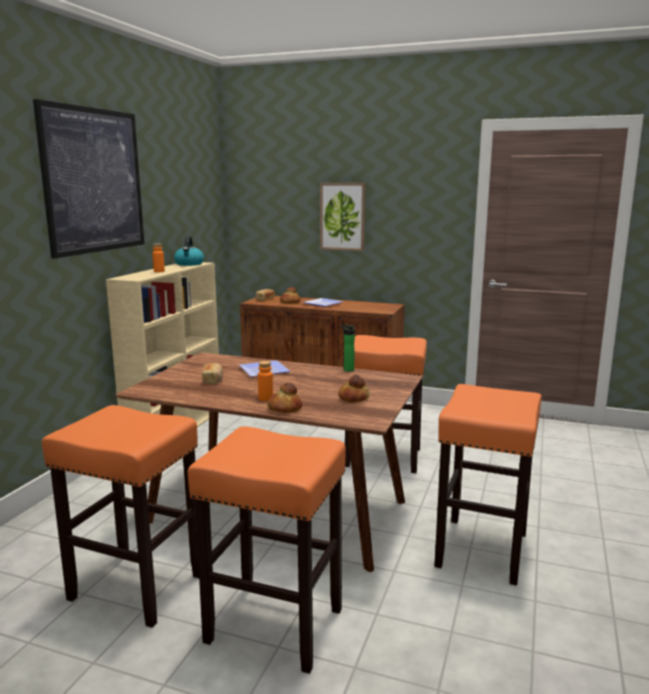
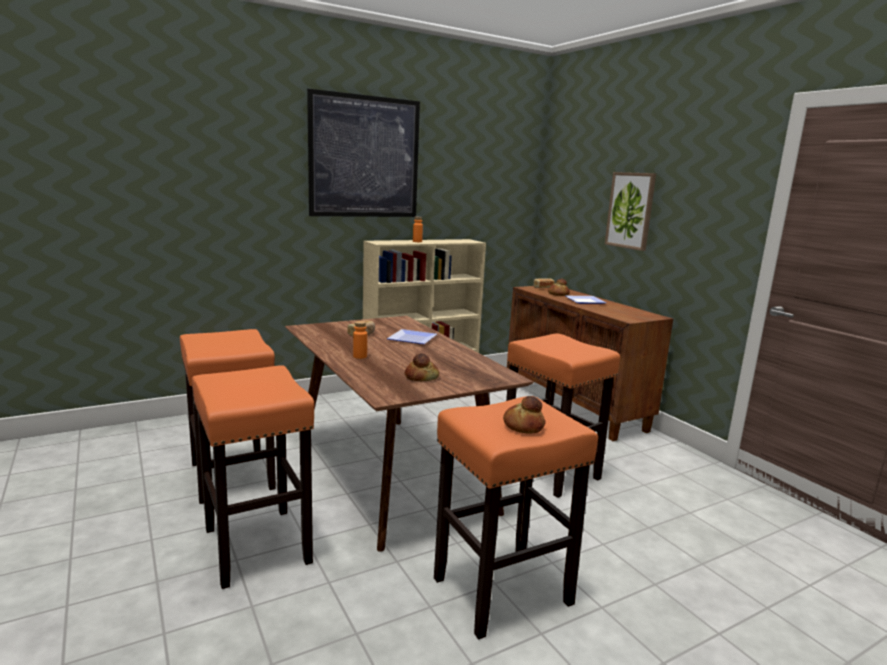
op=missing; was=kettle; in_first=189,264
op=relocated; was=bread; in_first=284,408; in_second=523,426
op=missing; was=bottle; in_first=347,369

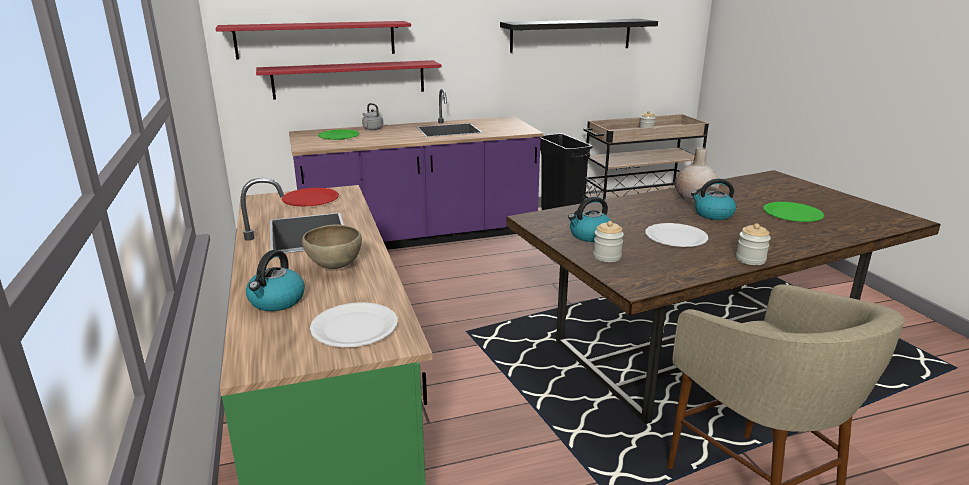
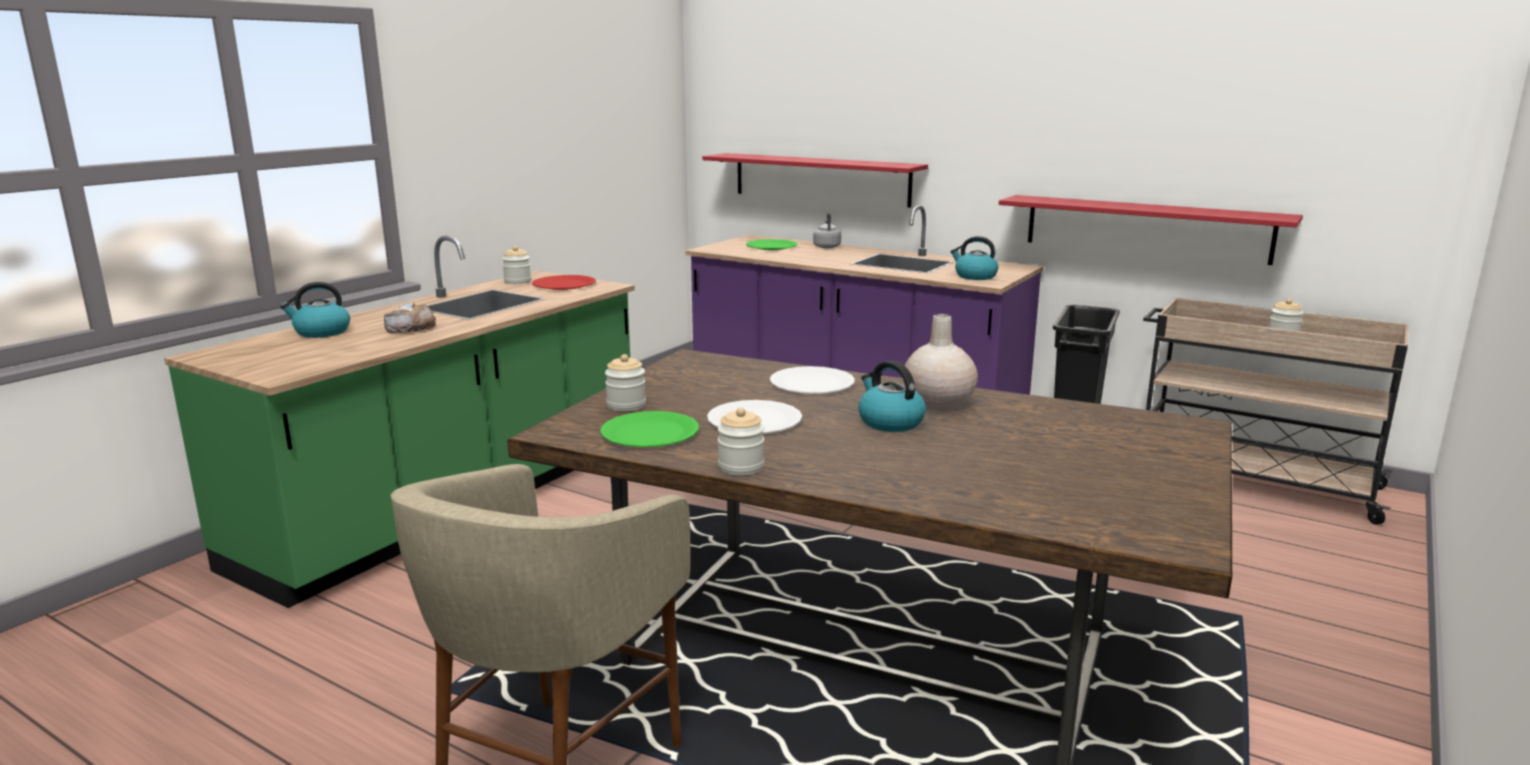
op=relocated; was=red shelf; in_first=316,39; in_second=1145,228
op=exchanged; was=brown bowl; now=bread; in_first=334,267; in_second=411,327
op=relocated; was=white plate; in_first=354,327; in_second=811,383
op=missing; was=black shelf; in_first=571,35
op=relocated; was=kettle; in_first=589,235; in_second=975,276
op=relocated; was=green plate; in_first=792,214; in_second=649,433
op=appeared; now=jar; in_second=517,282

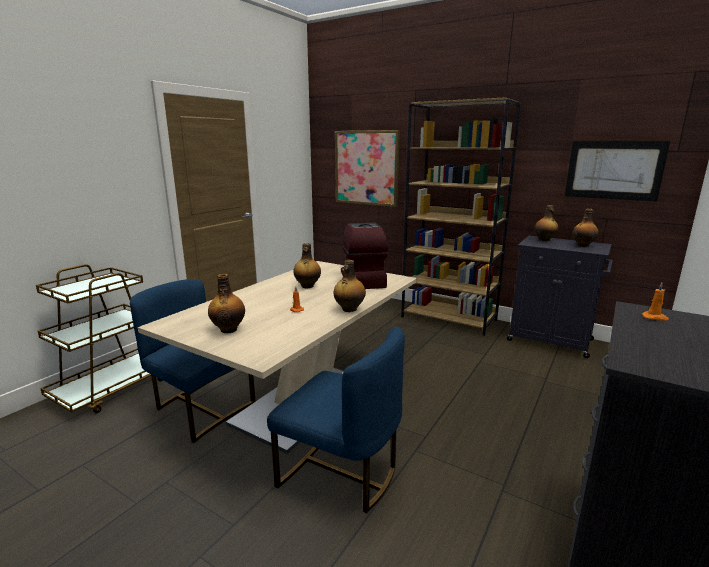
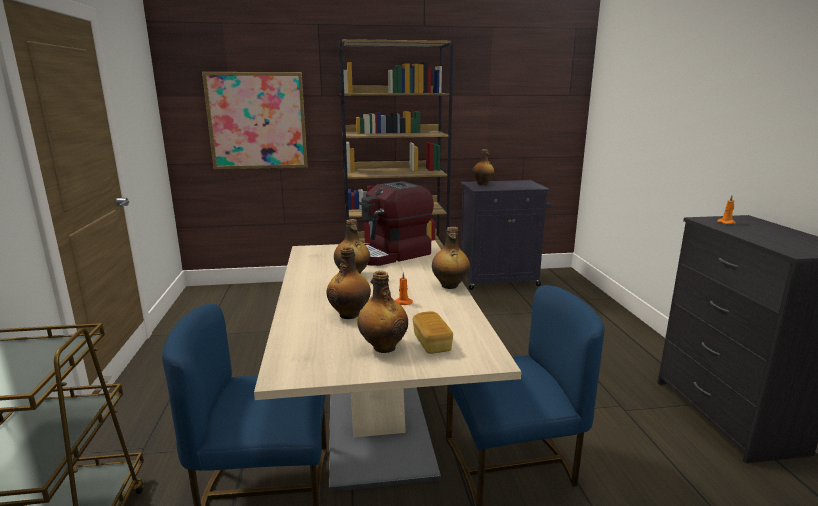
op=spun; was=coffee machine; in_first=361,280; in_second=391,255; clockwise=-75
op=missing; was=picture; in_first=613,170
op=relocated; was=bottle; in_first=583,245; in_second=350,314
op=appeared; now=bread; in_second=432,343

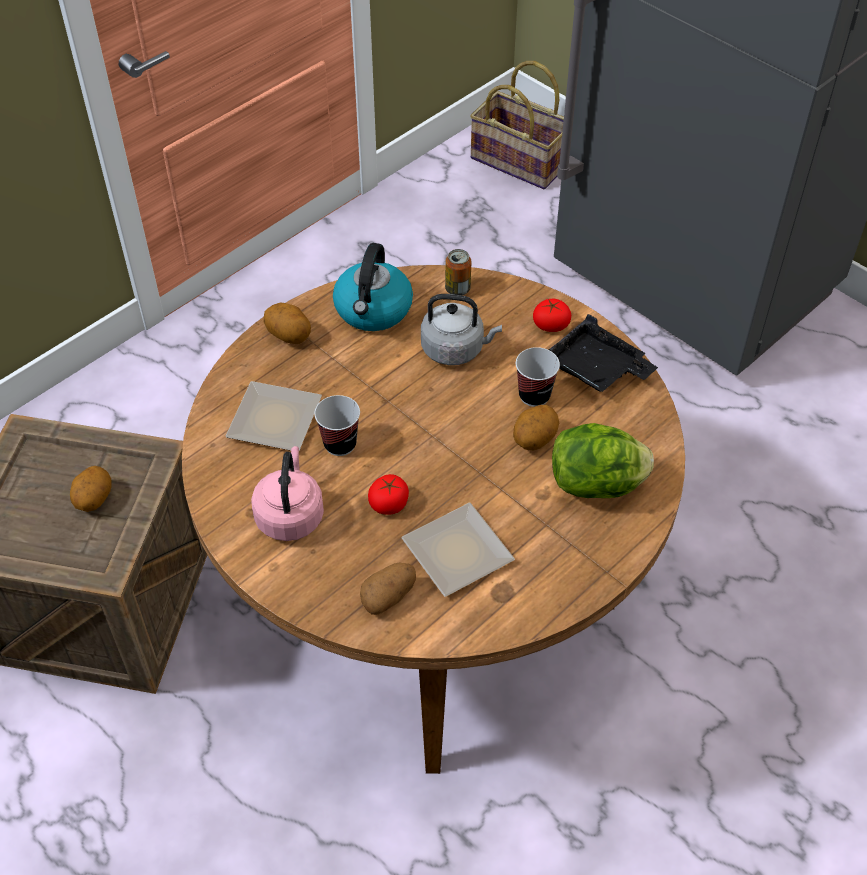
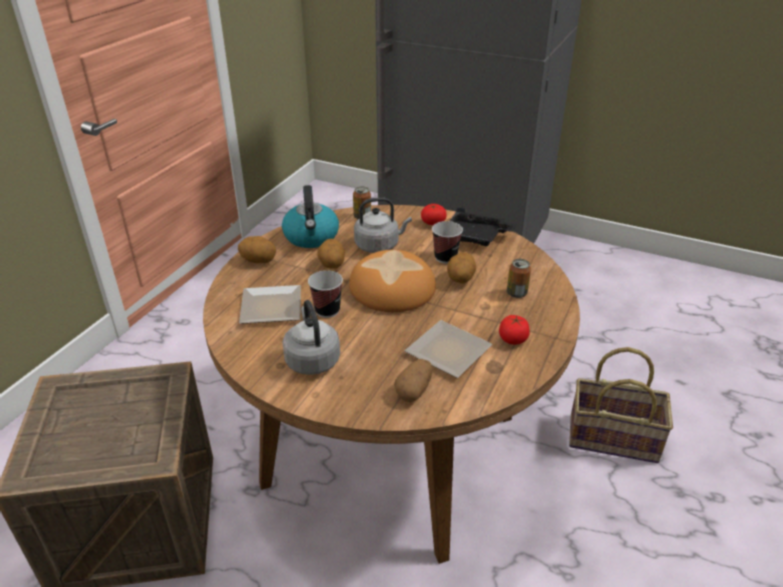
op=relocated; was=potato; in_first=94,499; in_second=331,265
op=colour; was=pink kettle; now=grey kettle; in_first=290,515; in_second=312,359
op=relocated; was=tomato; in_first=389,503; in_second=513,338
op=relocated; was=basket; in_first=520,161; in_second=613,437
op=exchanged; was=lettuce; now=can; in_first=597,484; in_second=516,293
op=appeared; now=bread; in_second=393,288

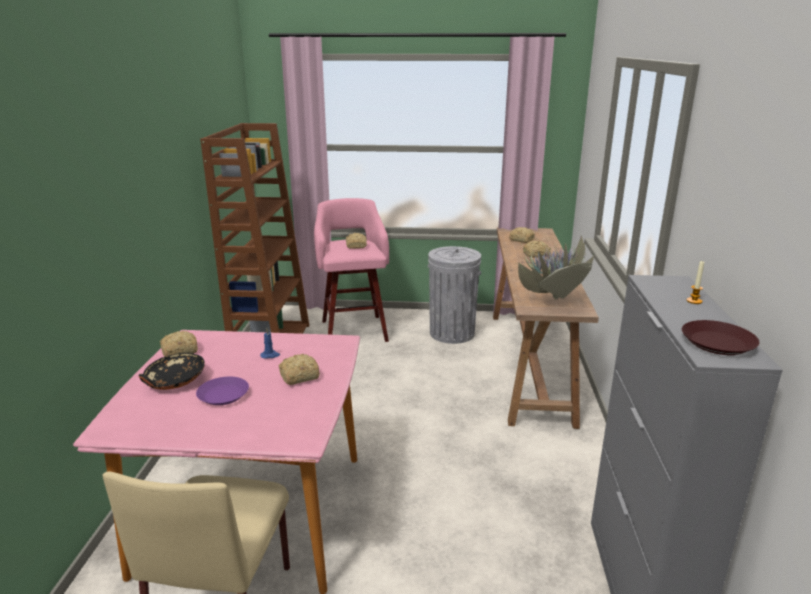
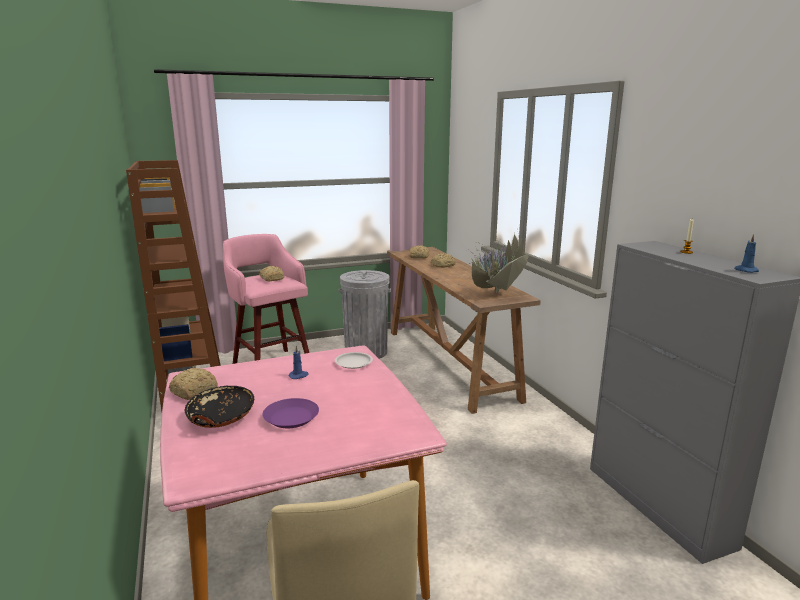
op=missing; was=bread; in_first=298,377
op=exchanged; was=brown plate; now=blue candle; in_first=717,343; in_second=745,270
op=appeared; now=white plate; in_second=353,363

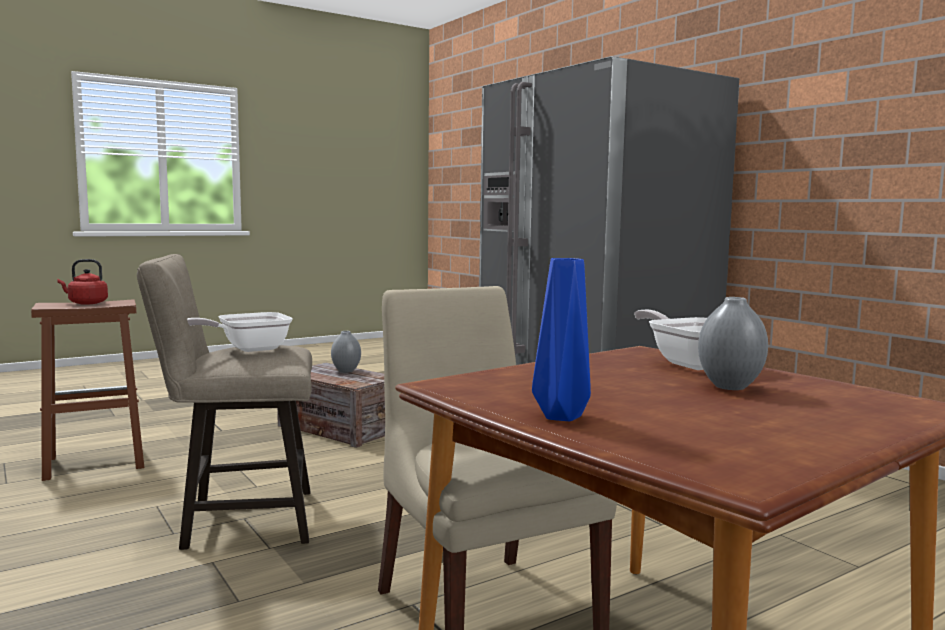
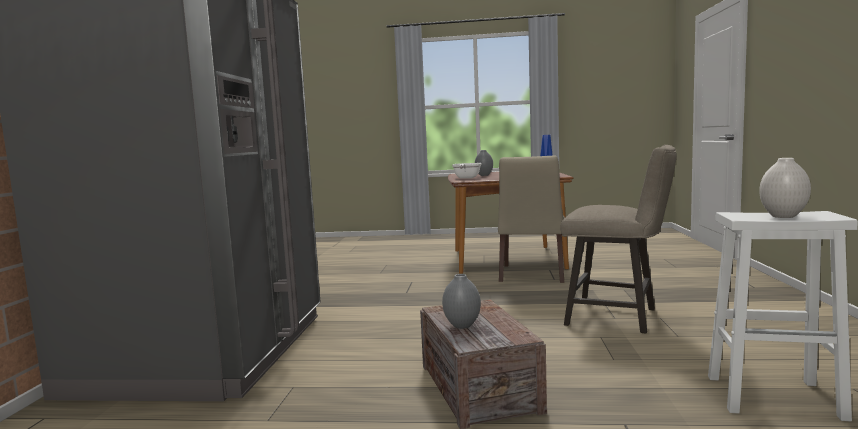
op=colour; was=brown stool; now=white stool; in_first=93,463; in_second=775,397
op=exchanged; was=red kettle; now=white vase; in_first=86,303; in_second=783,216
op=missing; was=frying pan; in_first=247,349

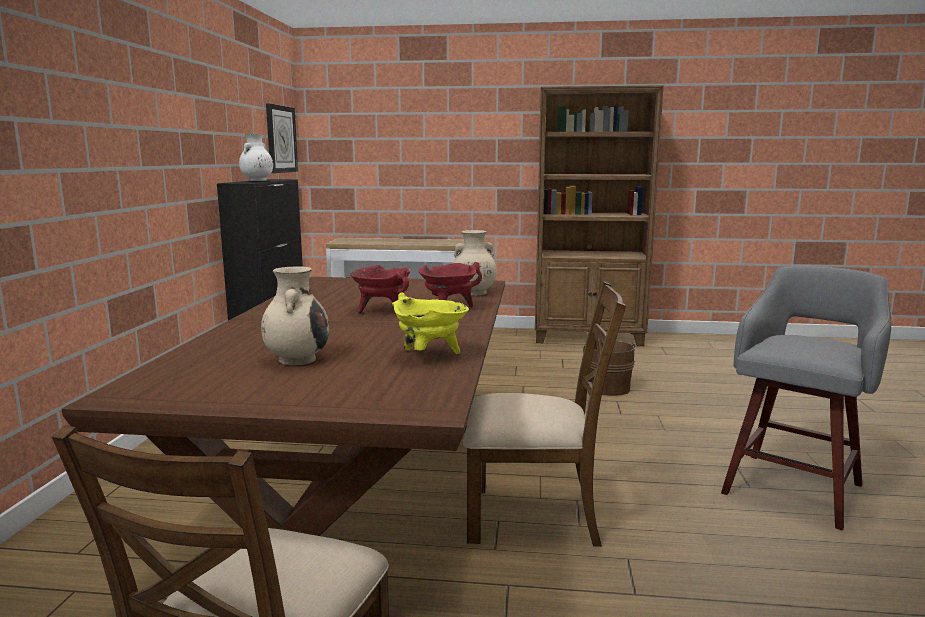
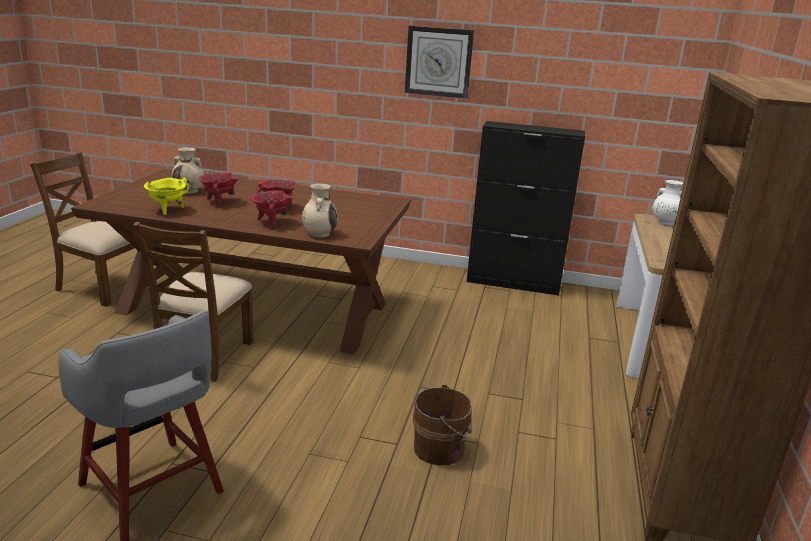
op=relocated; was=white vase; in_first=257,180; in_second=665,222
op=relocated; was=wall clock; in_first=281,139; in_second=438,62
op=appeared; now=red cooking pot; in_second=219,202

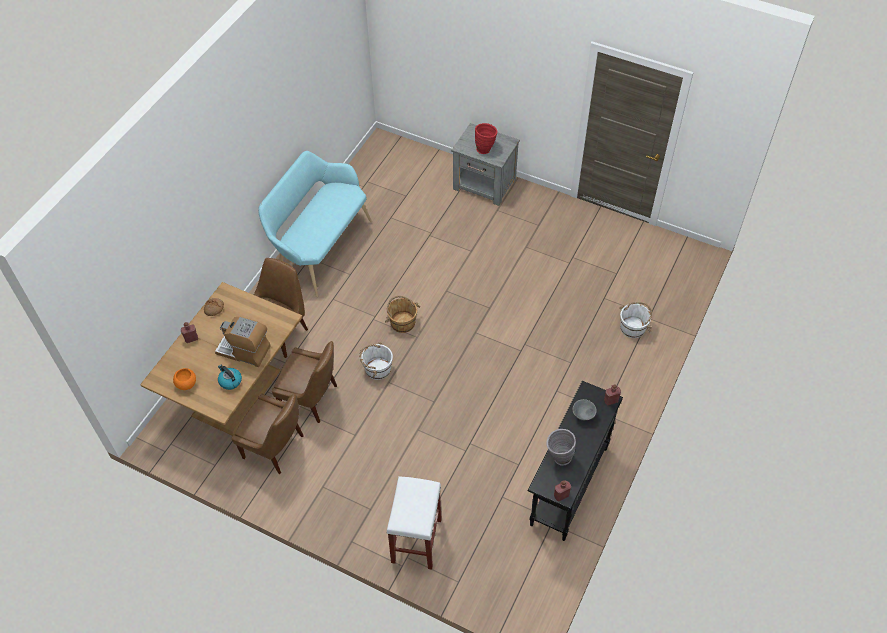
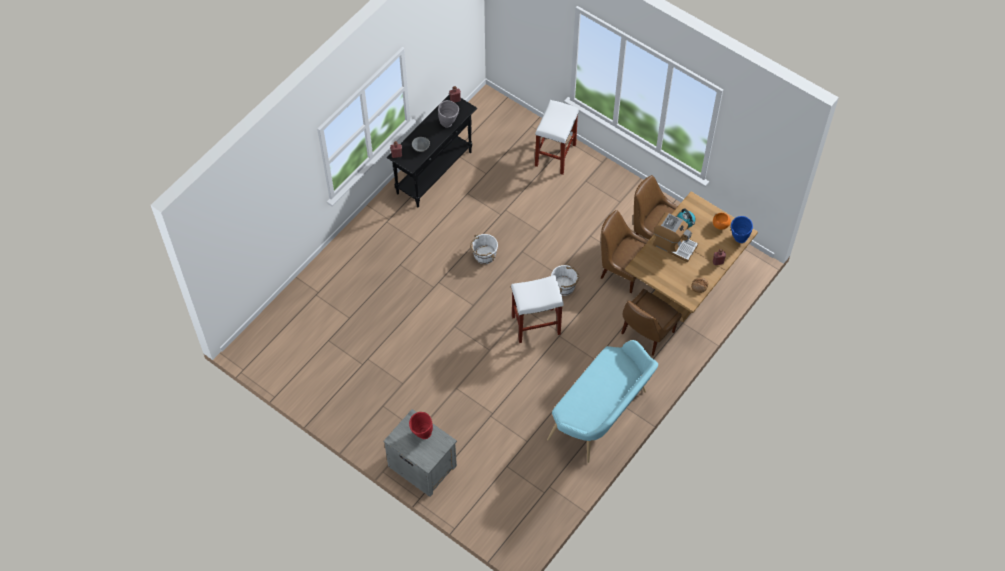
op=exchanged; was=brown bucket; now=white stool; in_first=402,322; in_second=535,325
op=relocated; was=white bucket; in_first=633,328; in_second=484,255
op=appeared; now=blue vase; in_second=738,239

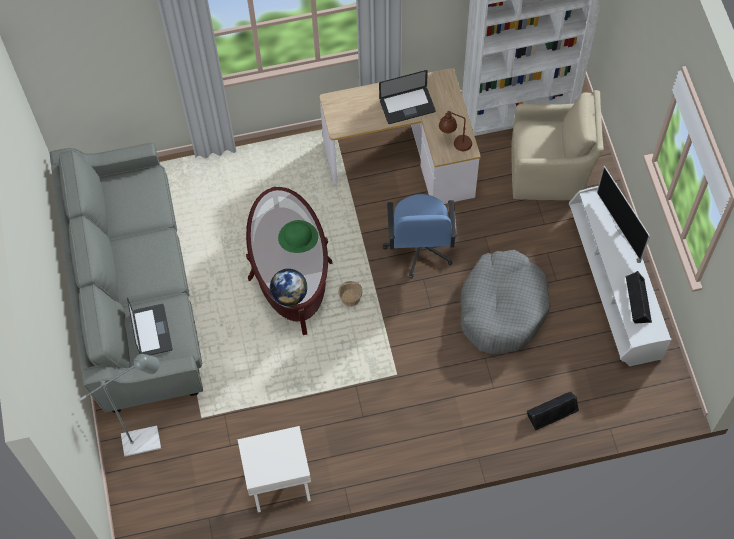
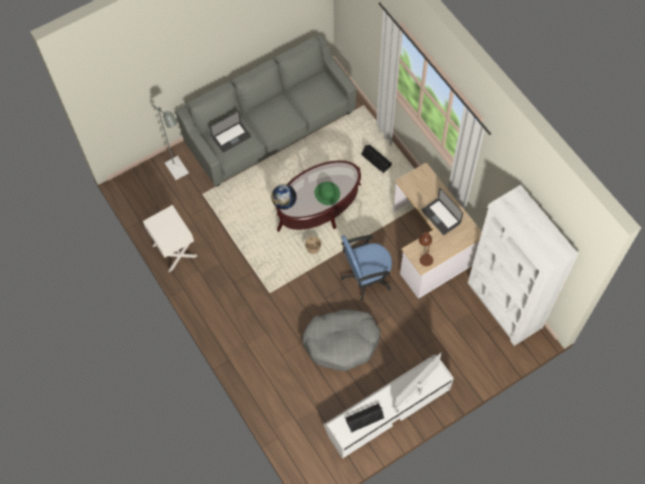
op=missing; was=beige armchair; in_first=549,172
op=relocated; was=black speaker; in_first=552,411; in_second=376,160

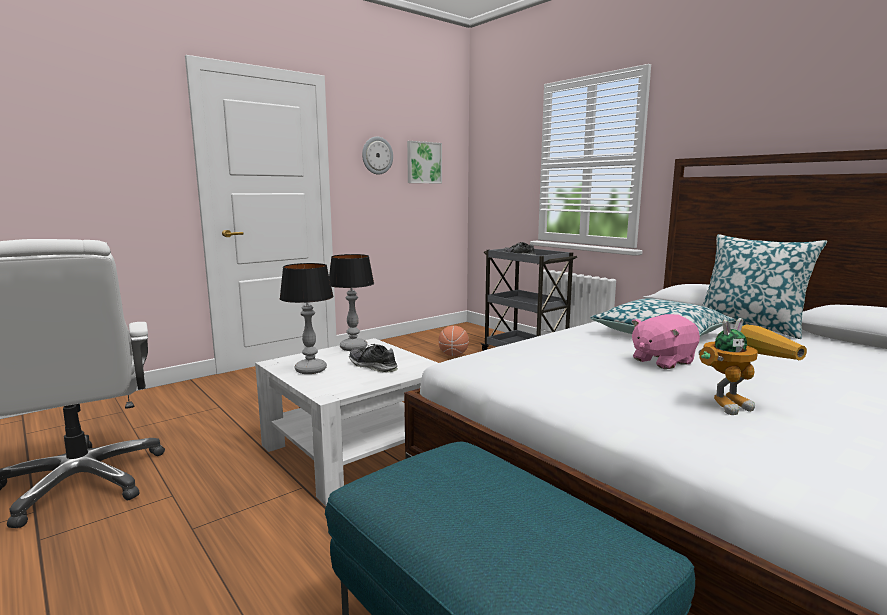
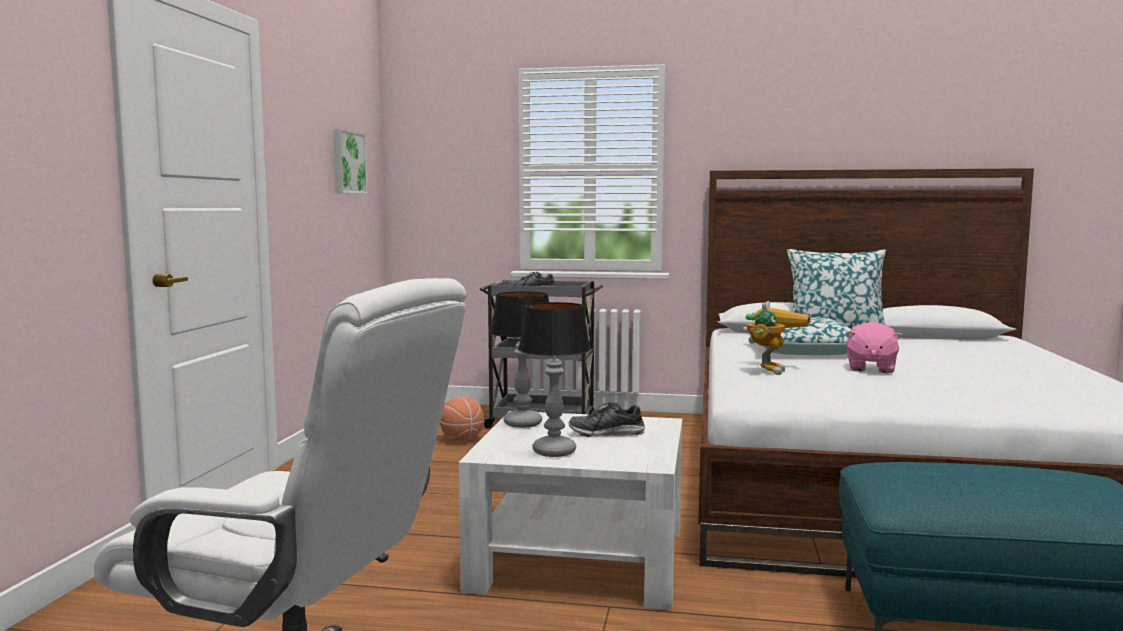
op=missing; was=wall clock; in_first=377,155
op=relocated; was=toy robot; in_first=737,403; in_second=770,369

